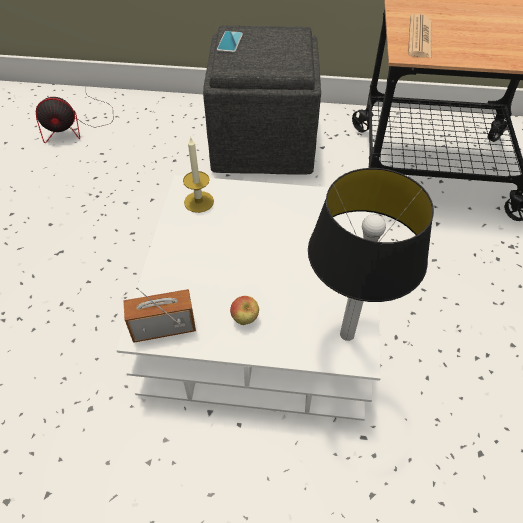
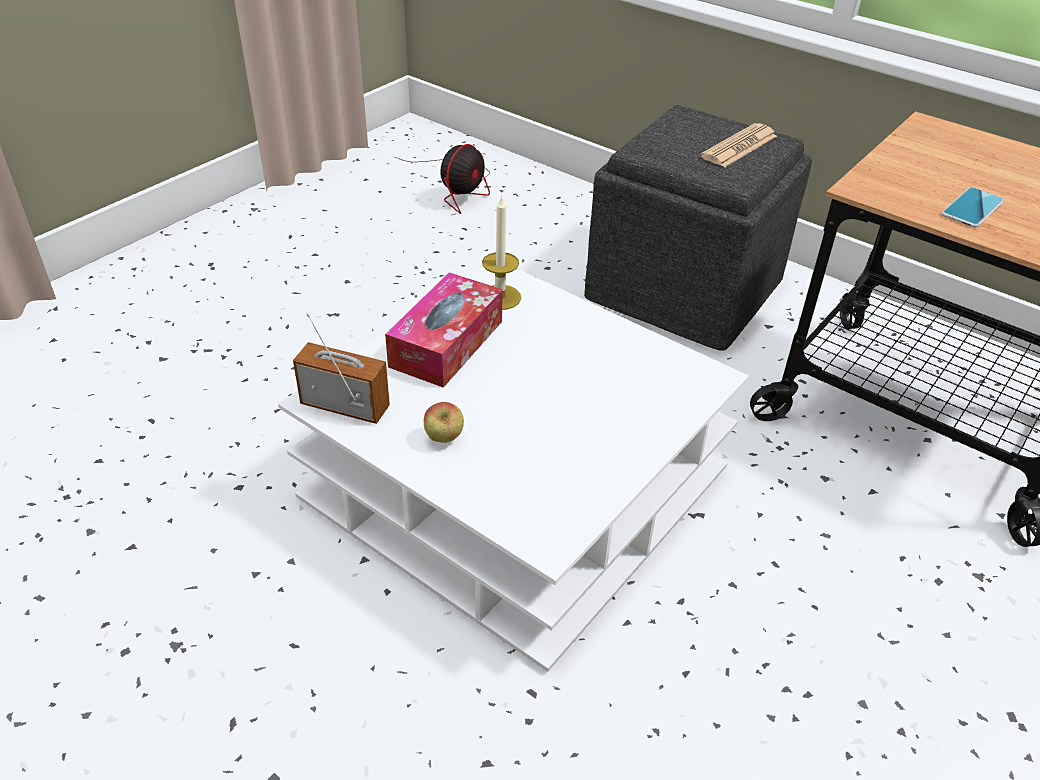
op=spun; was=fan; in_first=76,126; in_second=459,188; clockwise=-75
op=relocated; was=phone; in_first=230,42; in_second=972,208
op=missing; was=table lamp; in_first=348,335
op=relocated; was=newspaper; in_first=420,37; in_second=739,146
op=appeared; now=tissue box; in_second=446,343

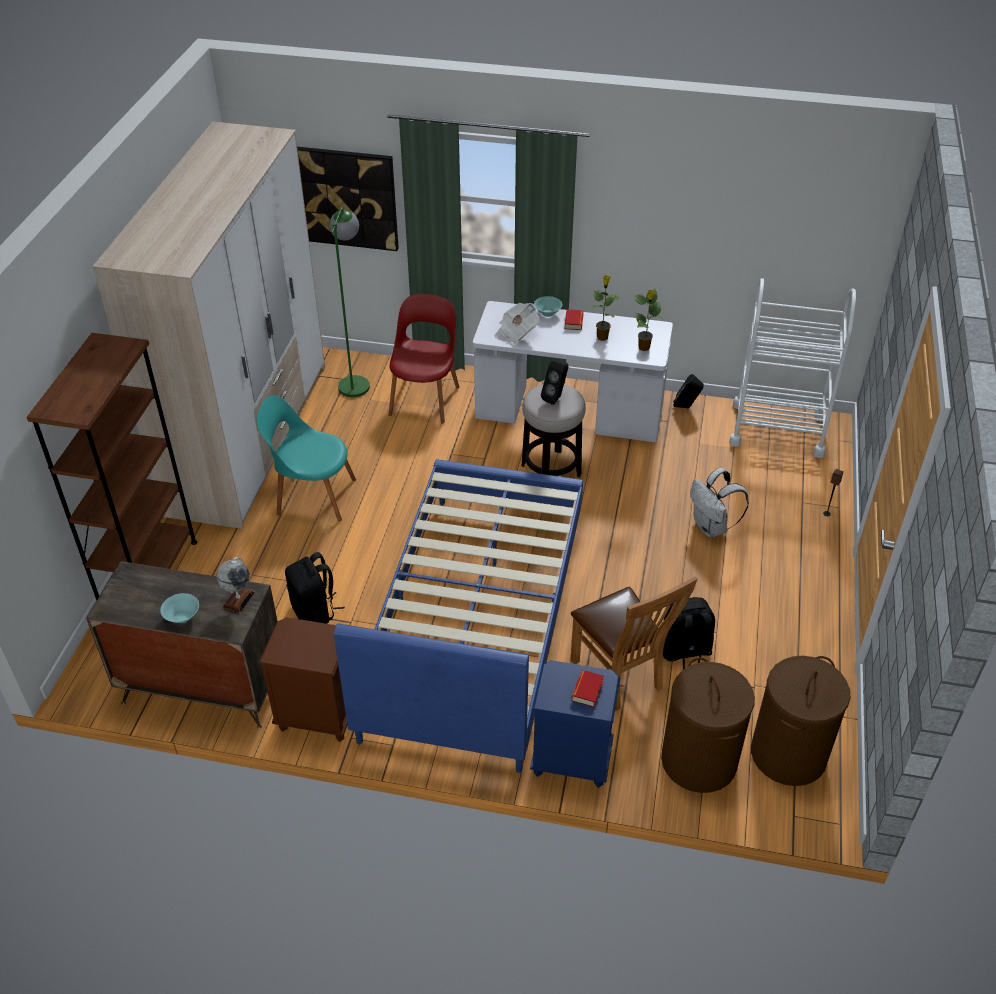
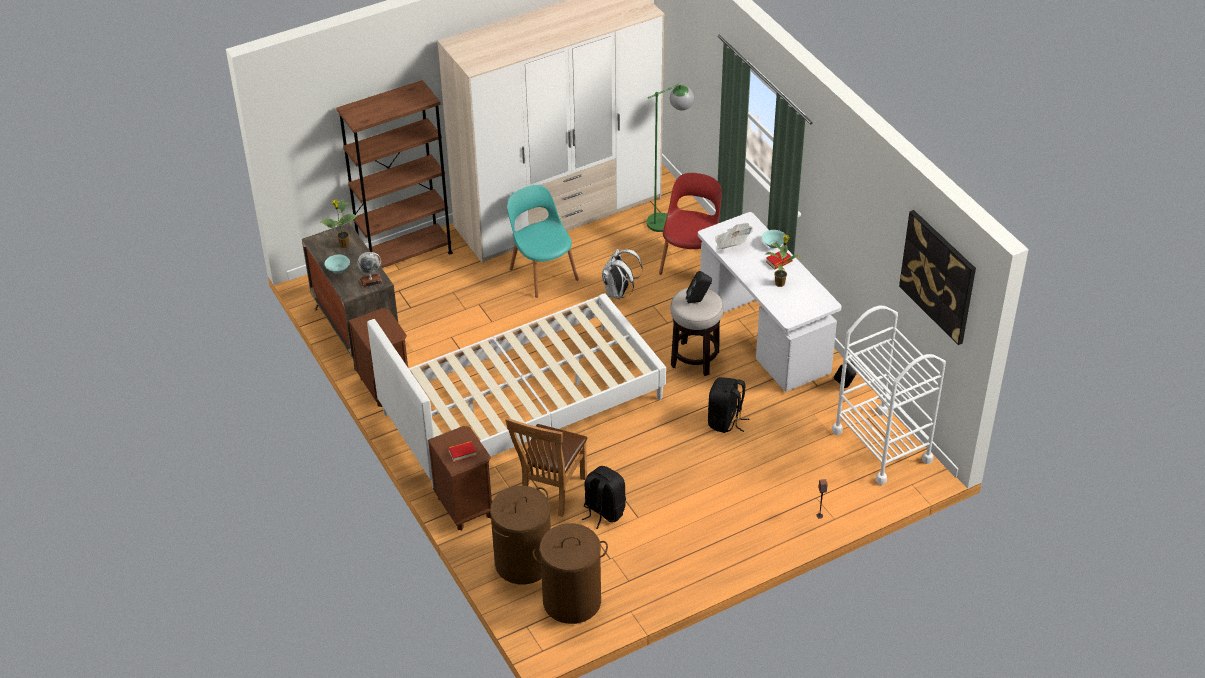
op=relocated; was=black backpack; in_first=315,611; in_second=725,421
op=relocated; was=picture; in_first=346,198; in_second=938,276
op=colour; was=blue bed; now=white bed; in_first=475,623; in_second=522,406
op=spun; was=red chair; in_first=425,398; in_second=690,260; clockwise=-45
op=colour; was=blue nightstand; now=brown nightstand; in_first=571,761; in_second=464,507
op=relocated; was=potted plant; in_first=644,348; in_second=343,245
op=relocated; was=white backpack; in_first=712,527; in_second=619,293

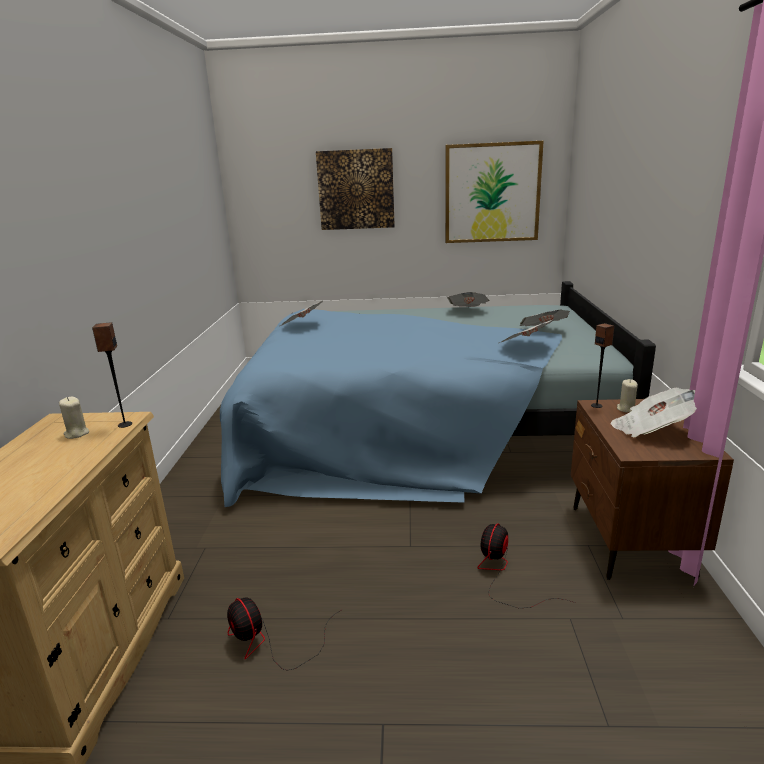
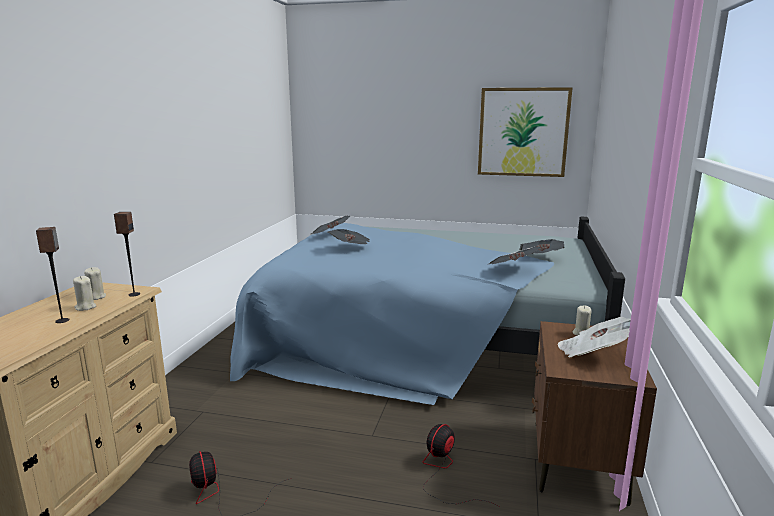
op=missing; was=picture; in_first=356,189
op=relocated; was=newspaper; in_first=468,311; in_second=350,248
op=relocated; was=speaker; in_first=596,405; in_second=62,320
op=appeared; now=beige candle; in_second=85,307

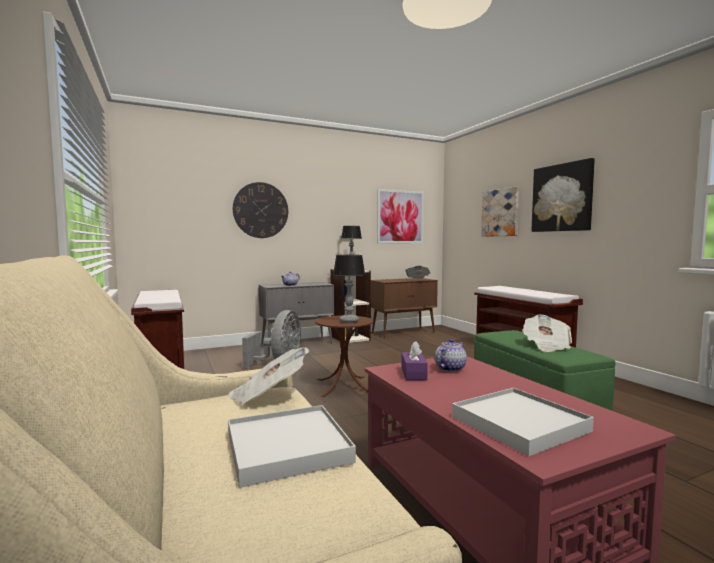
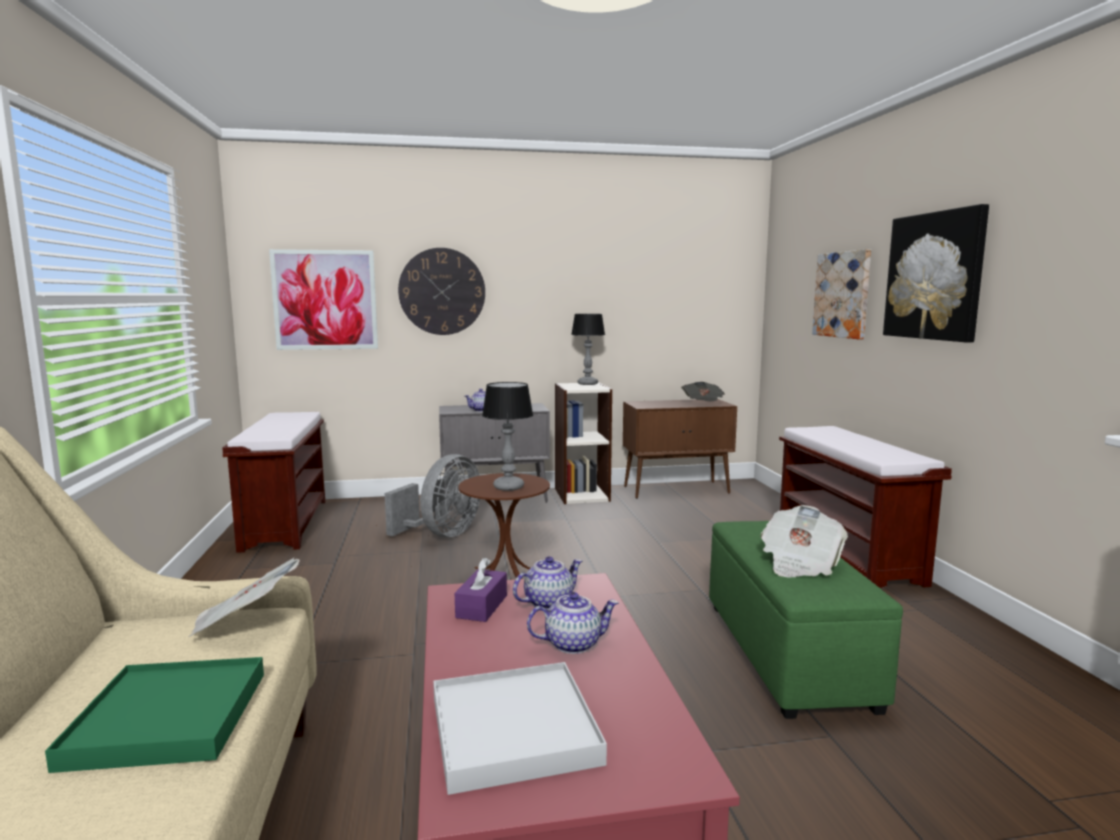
op=colour; was=white tray; now=green tray; in_first=287,447; in_second=168,718
op=relocated; was=picture; in_first=400,217; in_second=325,300
op=appeared; now=teapot; in_second=573,643

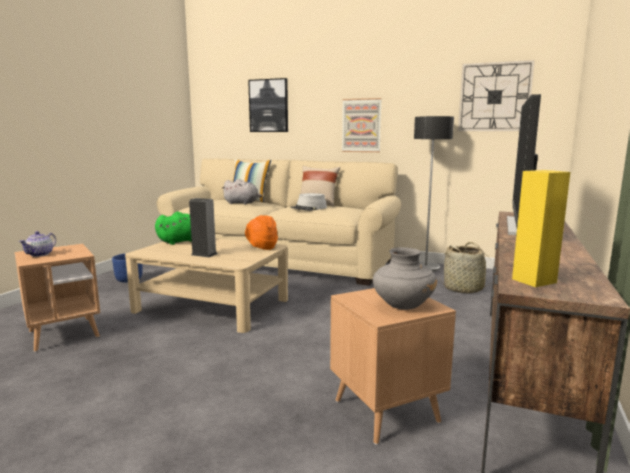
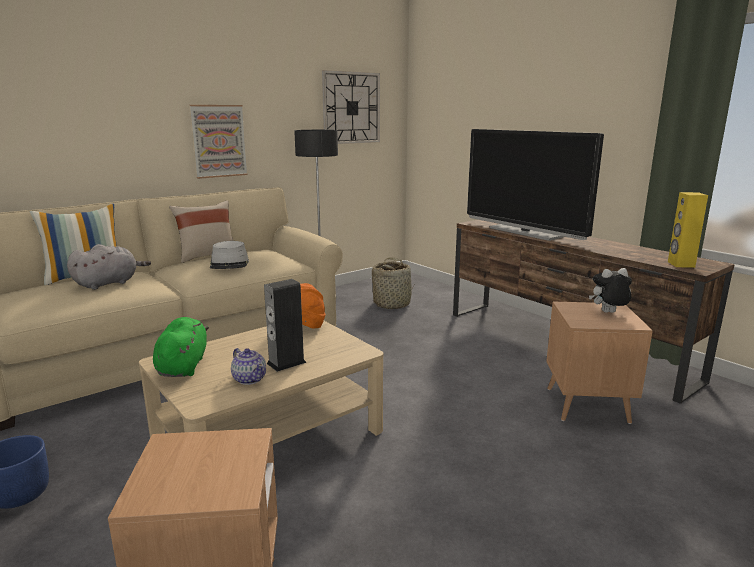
op=relocated; was=teapot; in_first=40,254; in_second=249,379
op=missing; was=picture; in_first=269,106
op=exchanged; was=grey vase; now=plush toy; in_first=402,305; in_second=608,313

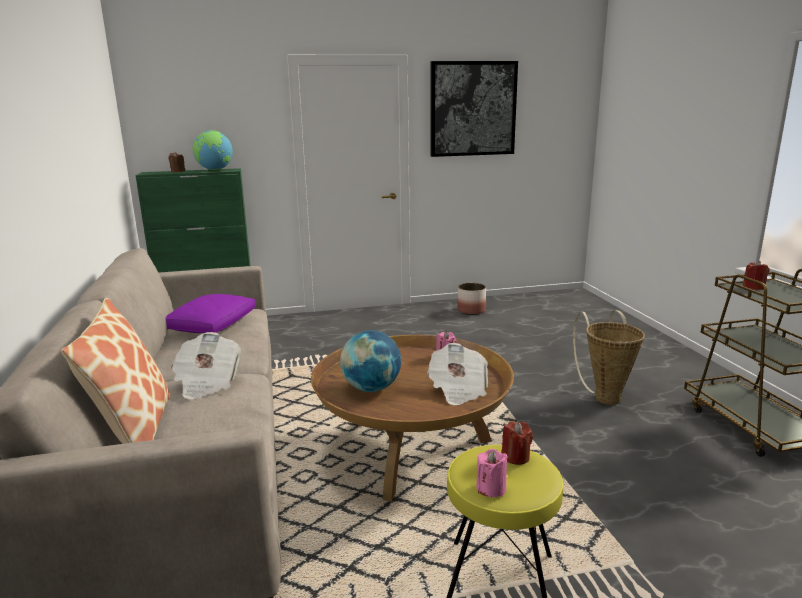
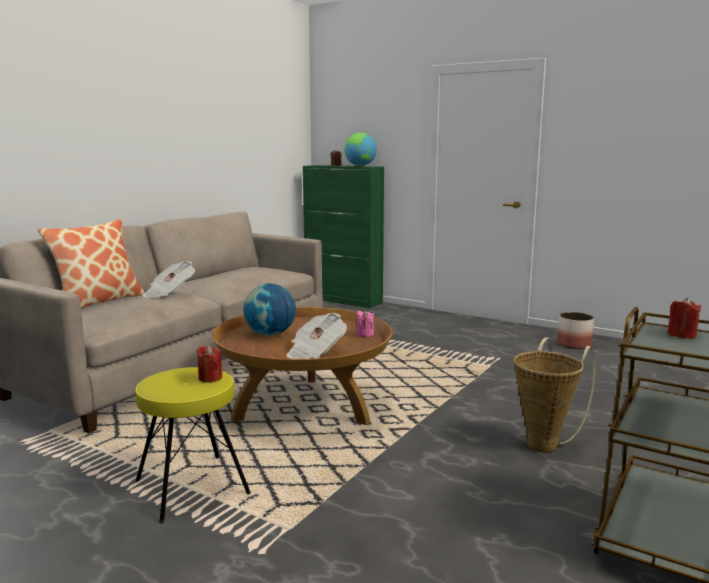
op=missing; was=purple pillow; in_first=212,325
op=missing; was=picture; in_first=473,109
op=missing; was=pink candle; in_first=491,488

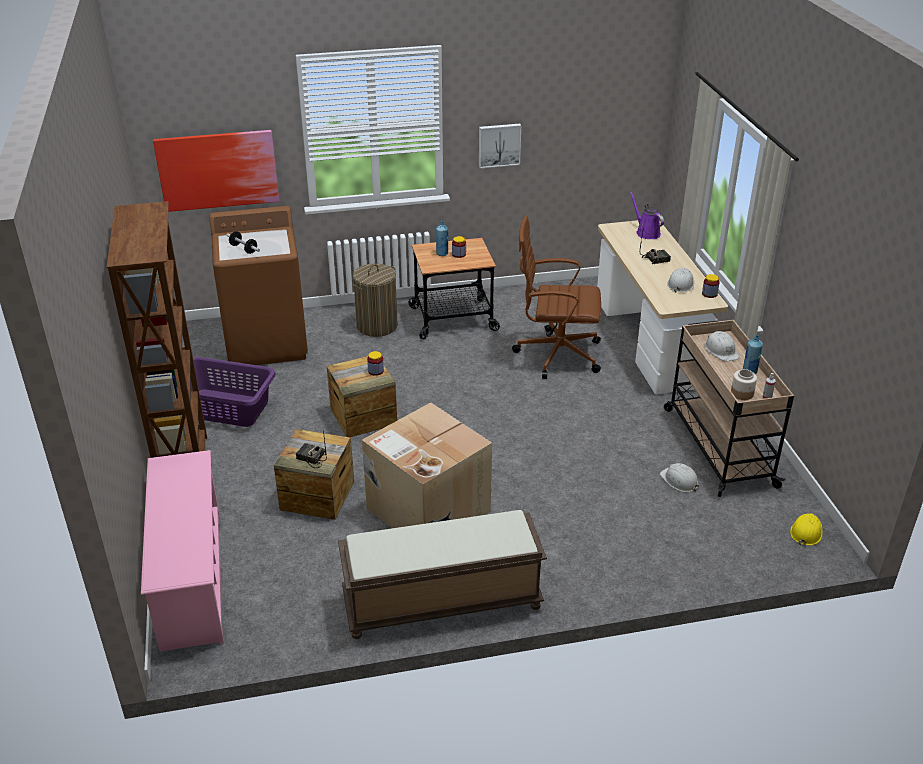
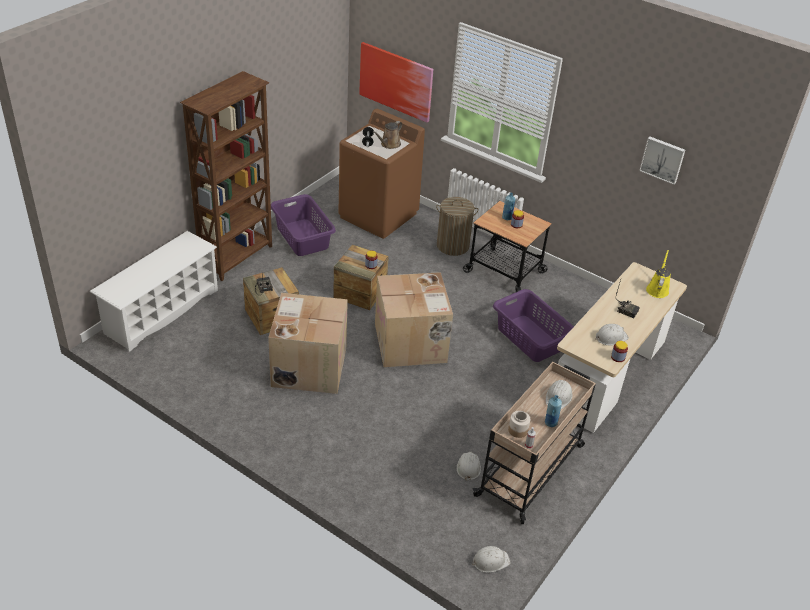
op=colour; was=pink shoe rack; now=white shoe rack; in_first=191,578; in_second=161,311
op=missing; was=brown bench; in_first=441,603
op=relocated; was=picture; in_first=499,145; in_second=662,159
op=exchanged; was=brown office chair; now=purple laundry basket; in_first=556,354; in_second=530,338
op=colour; was=purple watering can; now=yellow watering can; in_first=646,232; in_second=657,289
op=colour; was=yellow hard hat; now=white hard hat; in_first=806,532; in_second=490,561
op=appeared; now=brown watering can; in_second=389,144
op=appeared; now=cardboard box; in_second=411,343

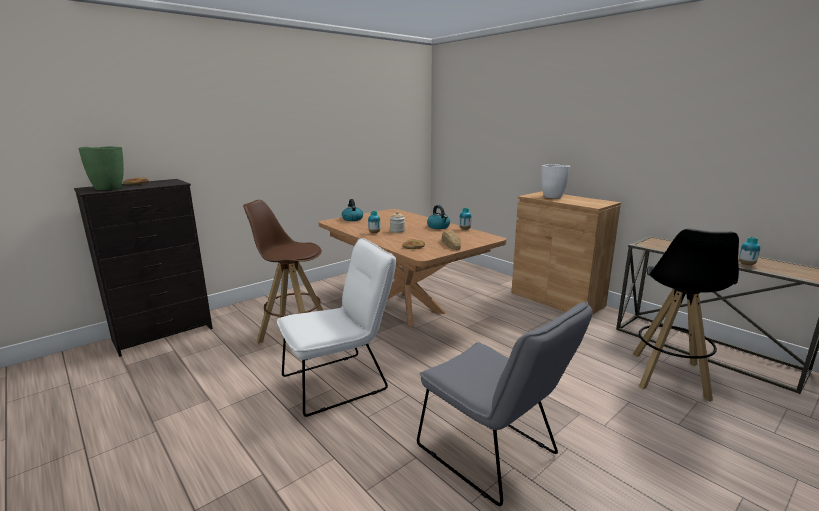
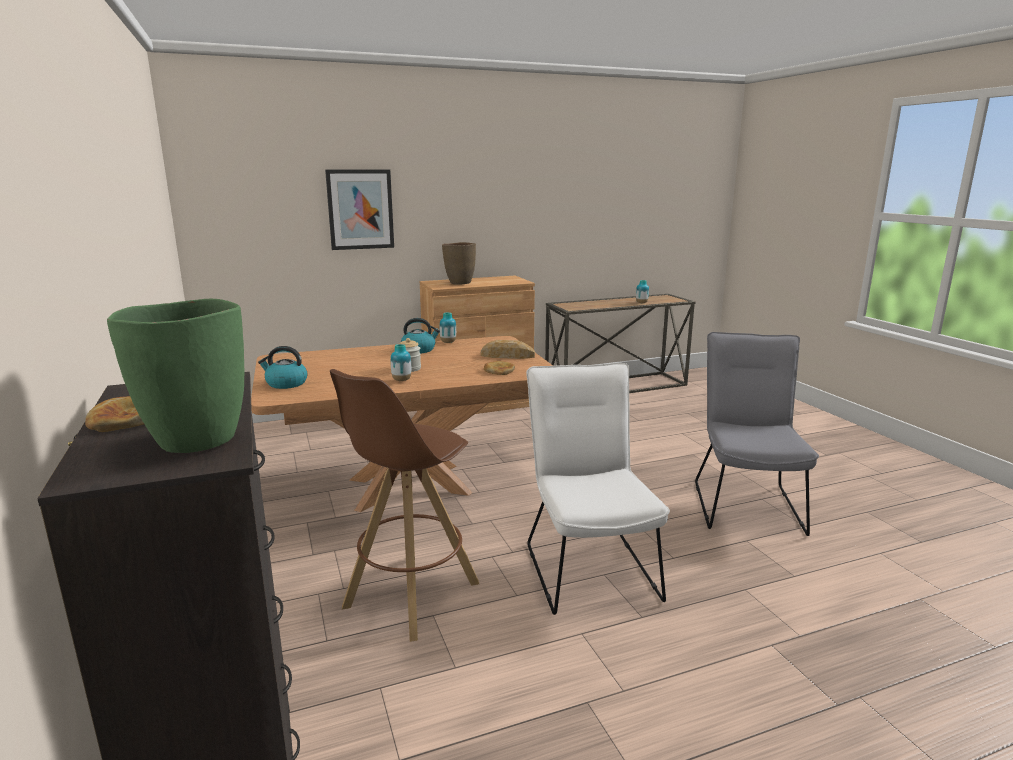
op=spun; was=grey chair; in_first=493,455; in_second=745,503; clockwise=-60
op=colour; was=white vase; now=brown vase; in_first=552,197; in_second=459,283
op=missing; was=black stool; in_first=669,376
op=appeared; now=picture; in_second=360,209

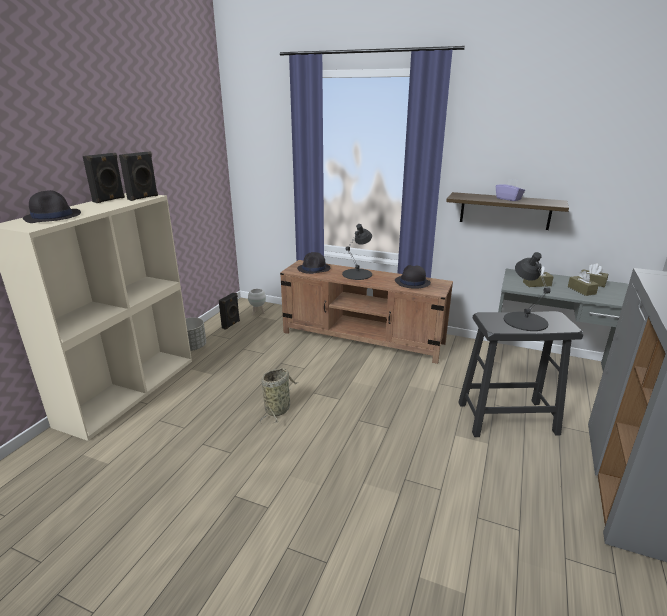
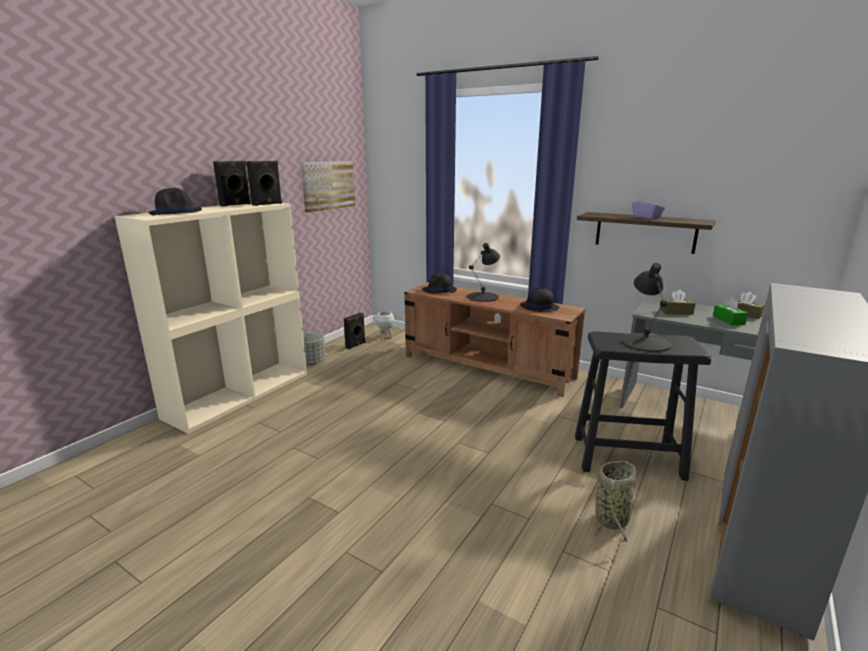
op=relocated; was=basket; in_first=278,409; in_second=612,517
op=colour; was=brown tissue box; now=green tissue box; in_first=581,290; in_second=728,320
op=appeared; now=picture; in_second=328,185

